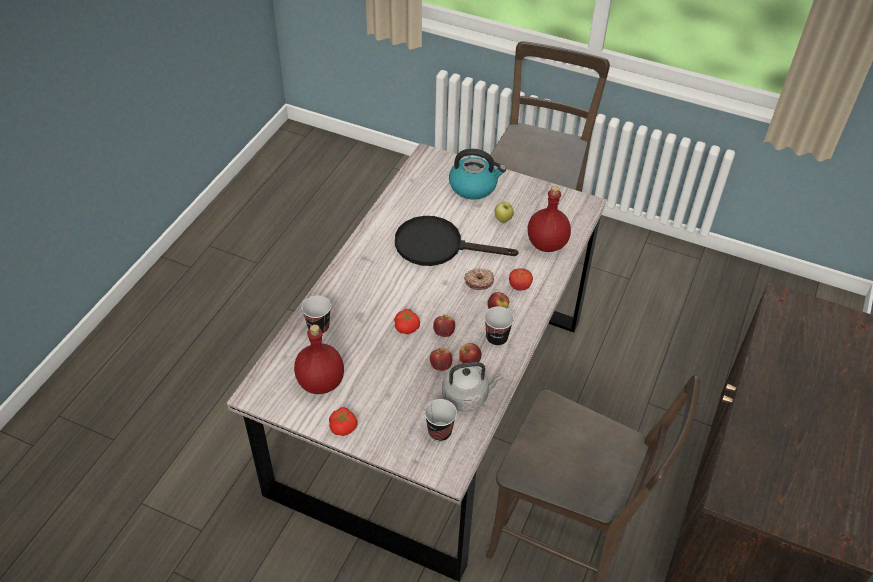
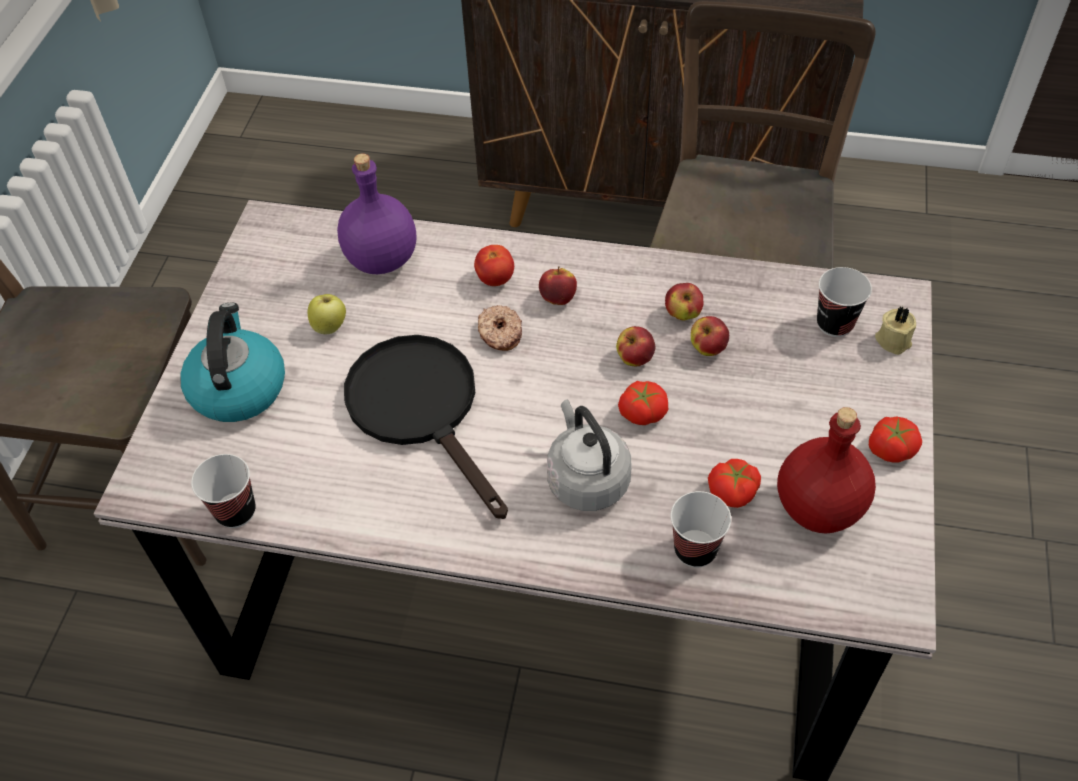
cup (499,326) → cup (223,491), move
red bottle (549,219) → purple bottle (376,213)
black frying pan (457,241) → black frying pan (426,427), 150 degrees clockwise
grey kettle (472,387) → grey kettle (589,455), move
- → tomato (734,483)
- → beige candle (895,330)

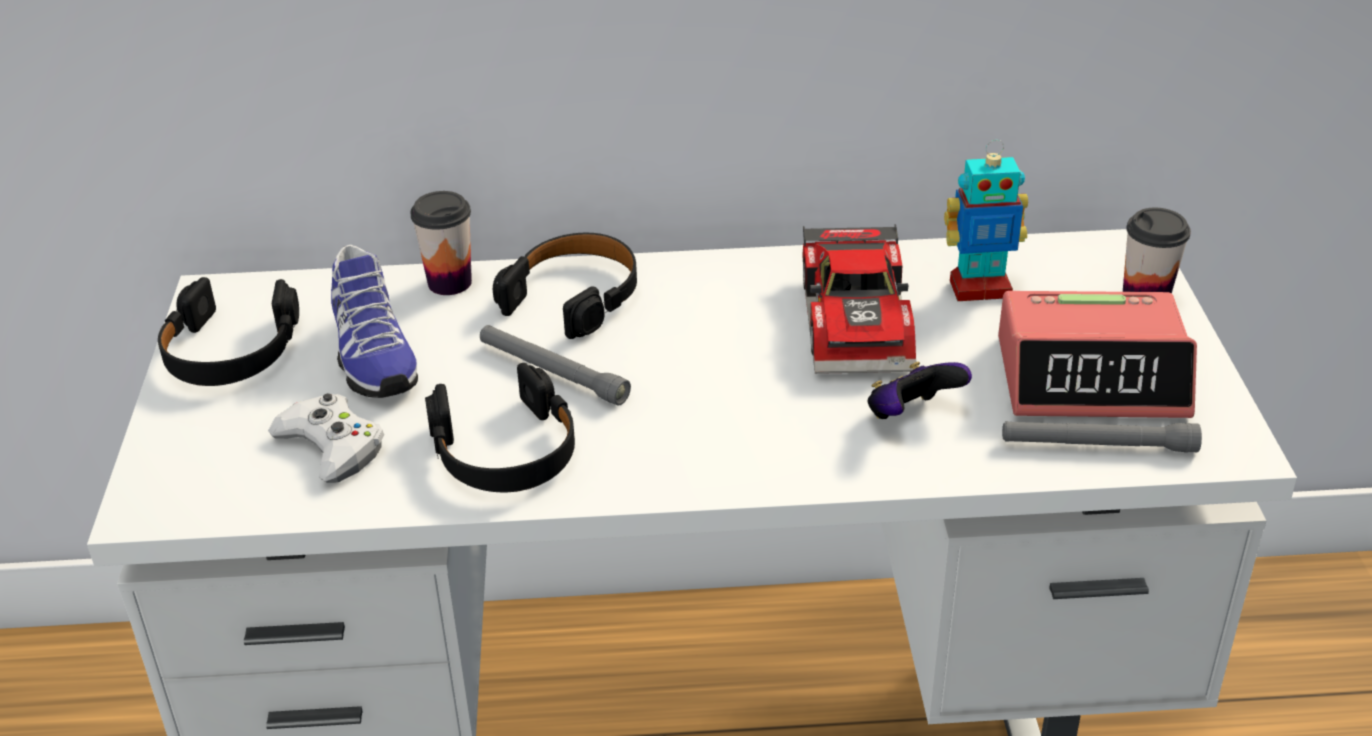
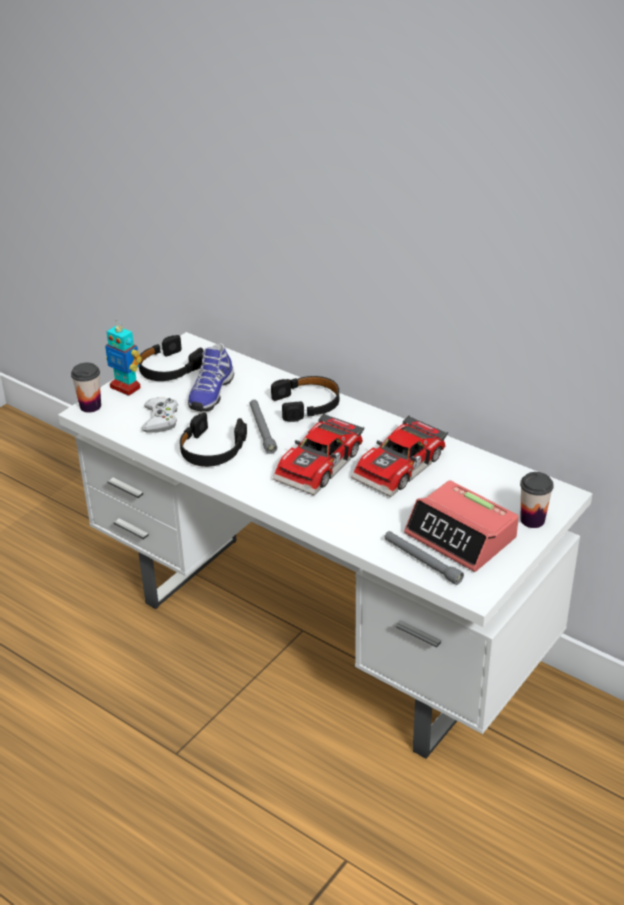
cup (441,243) → cup (86,388), move
toy robot (986,220) → toy robot (123,358), move
- → toy car (318,454)
game controller (920,390) → -

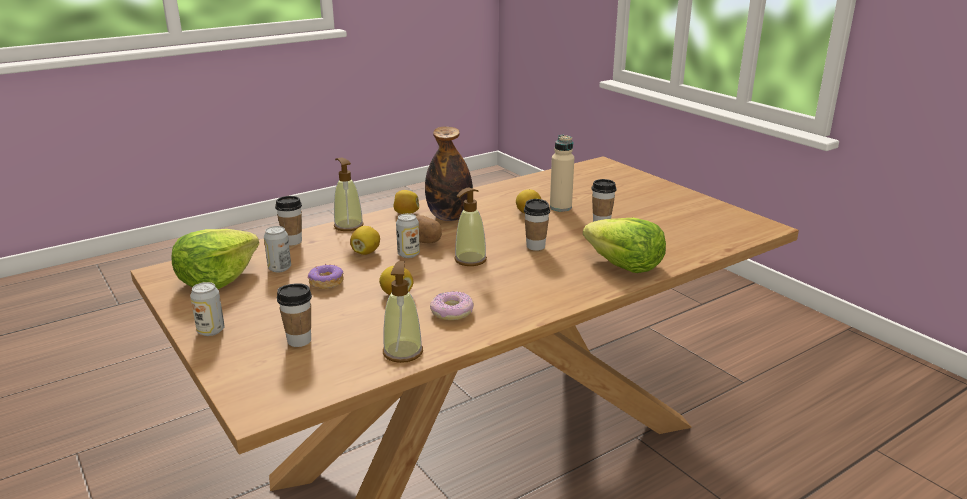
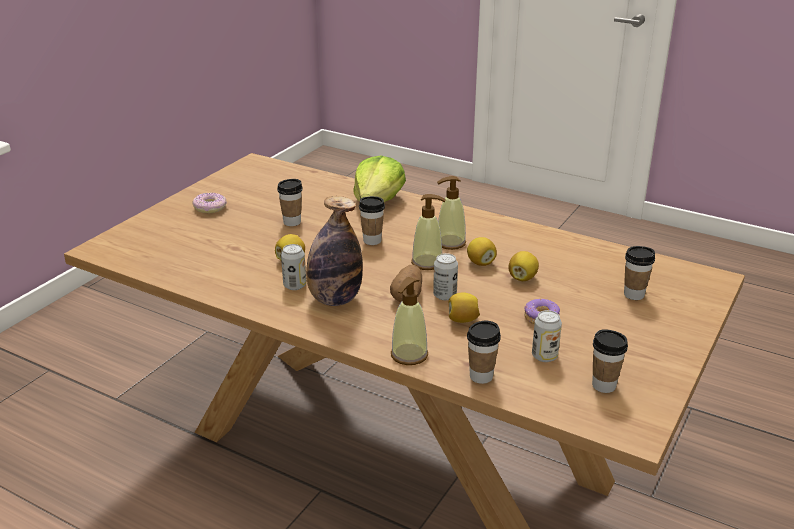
donut (452,305) → donut (209,203), move
can (207,309) → can (293,267), move
soap dispenser (403,312) → soap dispenser (451,213), move
lemon (406,202) → lemon (482,251), move
lettuce (215,259) → cup (610,361)
beige bottle (562,173) → -

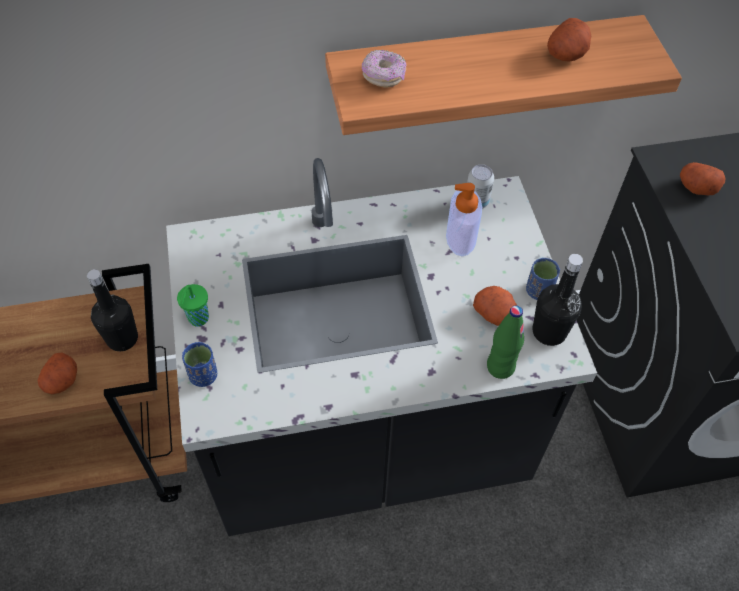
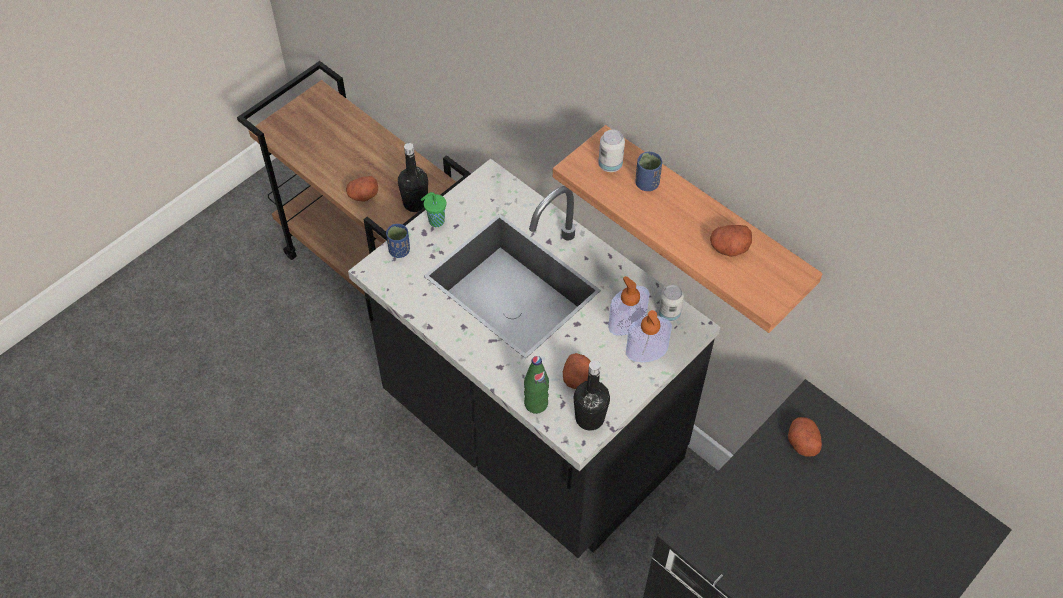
donut (384,69) → can (611,151)
- → soap dispenser (649,336)
blue cup (543,279) → blue cup (648,171), move

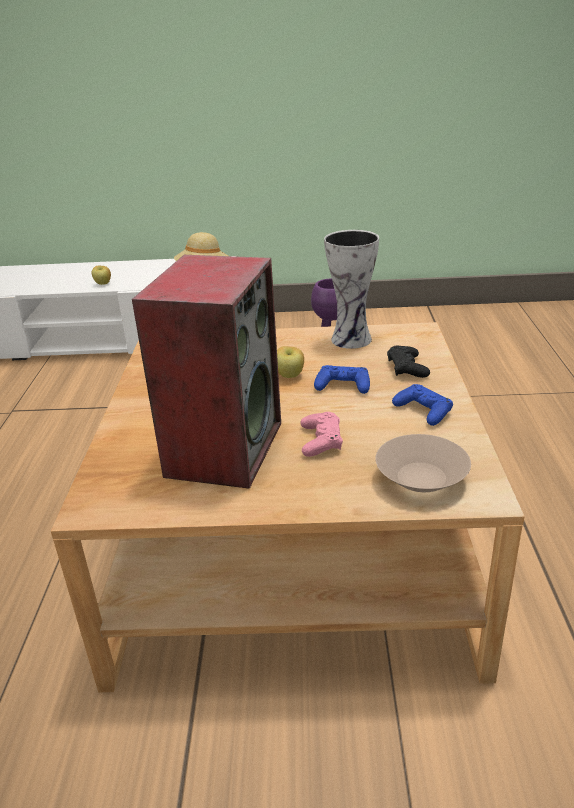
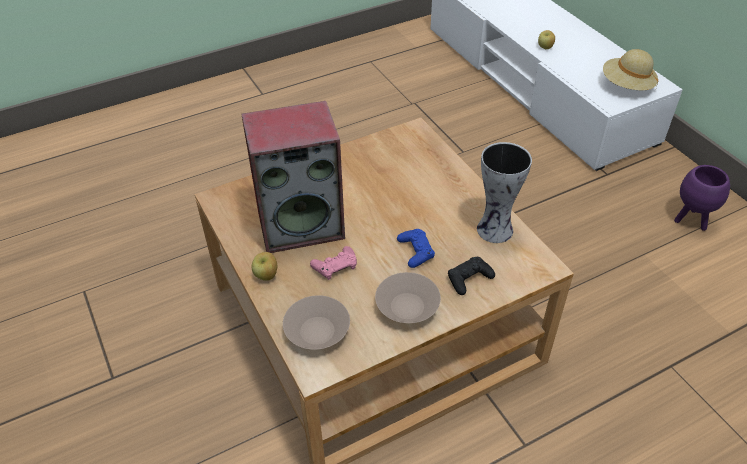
apple (290,362) → apple (264,266), move
blue game controller (422,405) → beige bowl (408,297)

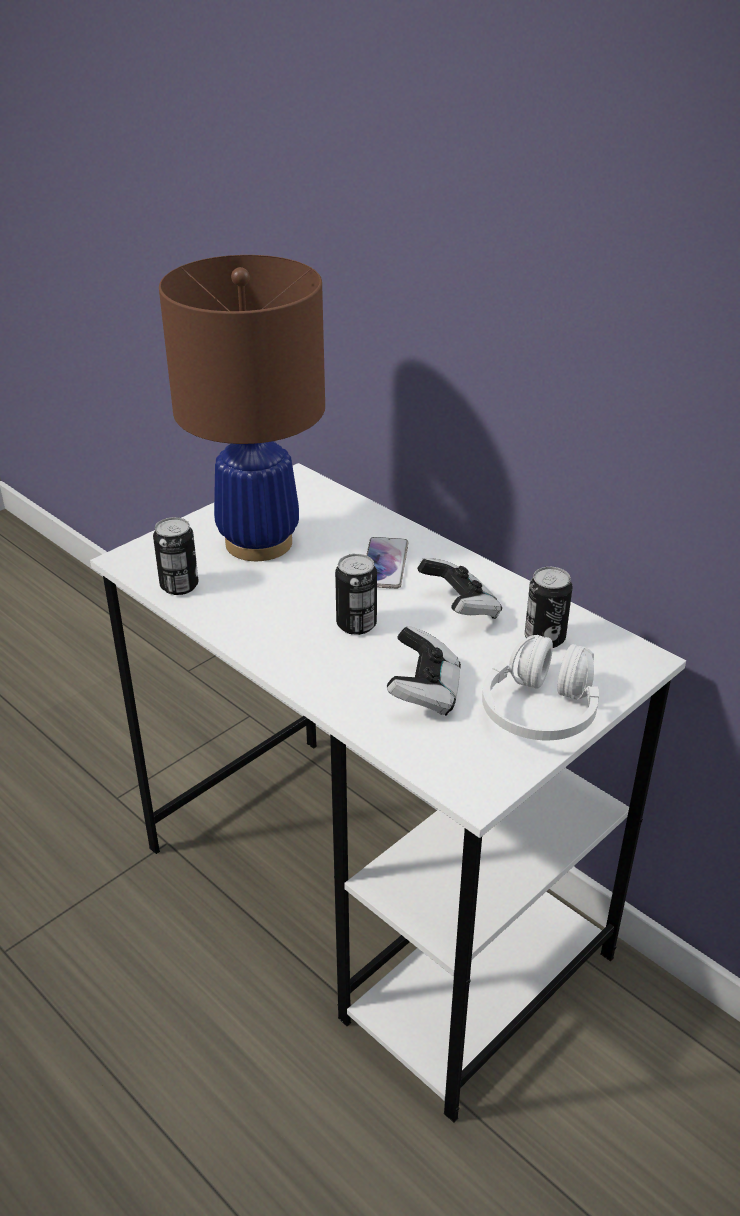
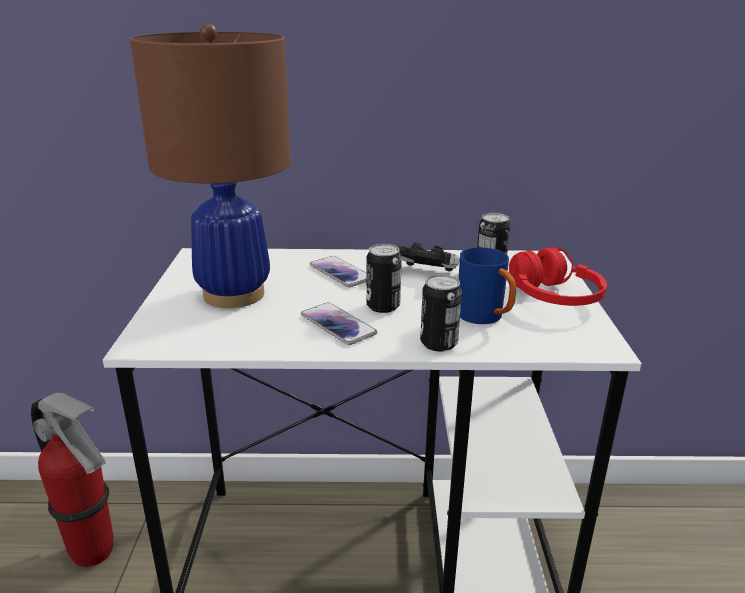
- → fire extinguisher (72,480)
- → phone (339,323)
can (176,556) → can (441,313), move
game controller (424,671) → blue mug (487,285)
white headphones (540,687) → red headphones (558,276)

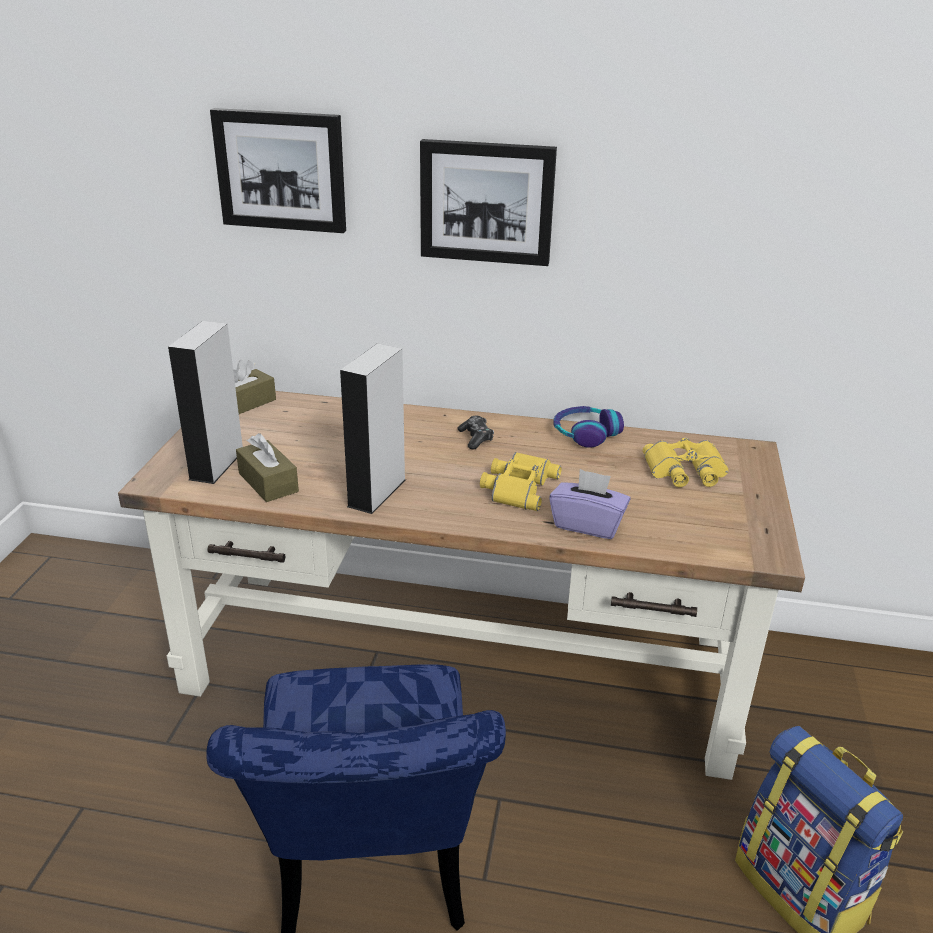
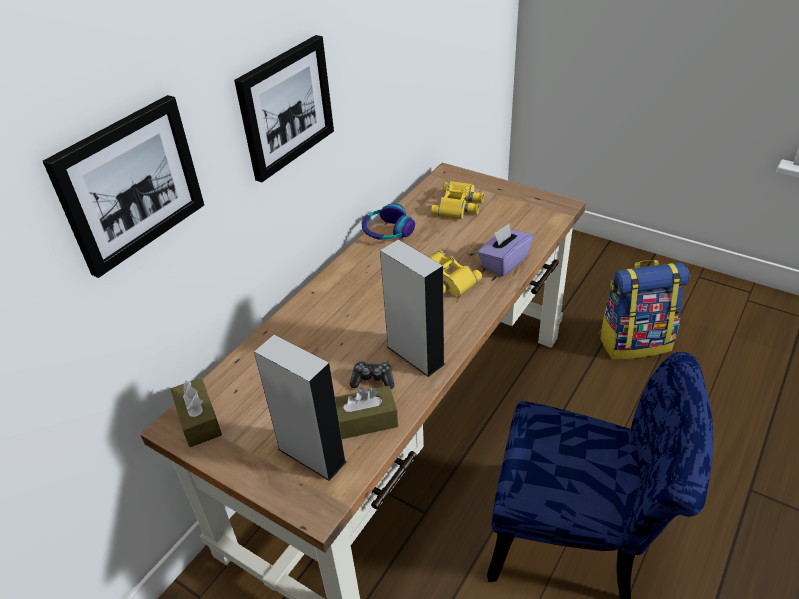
game controller (476,433) → game controller (372,375), move

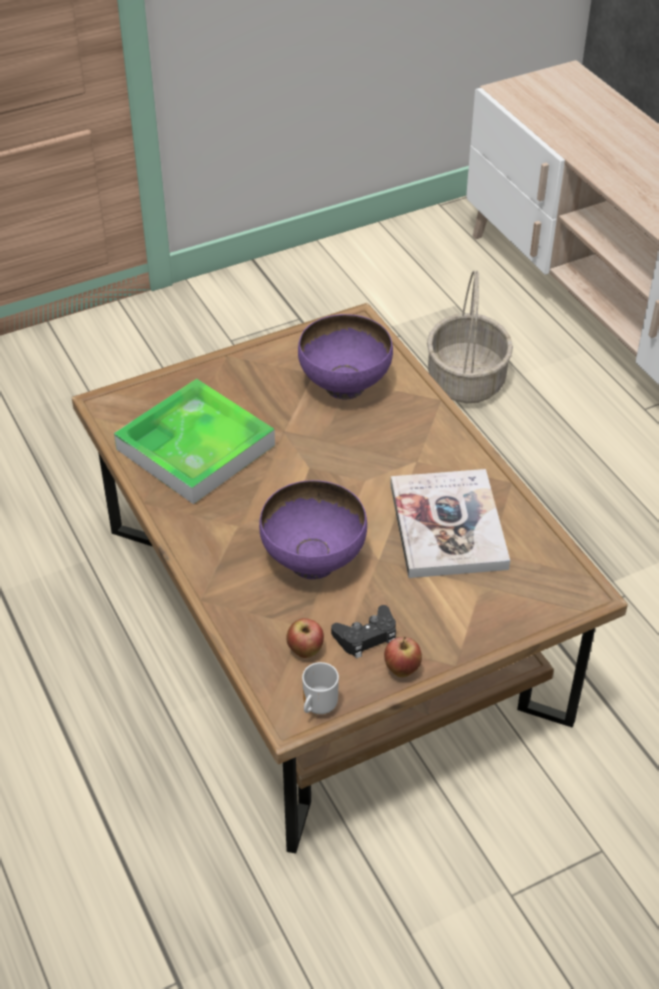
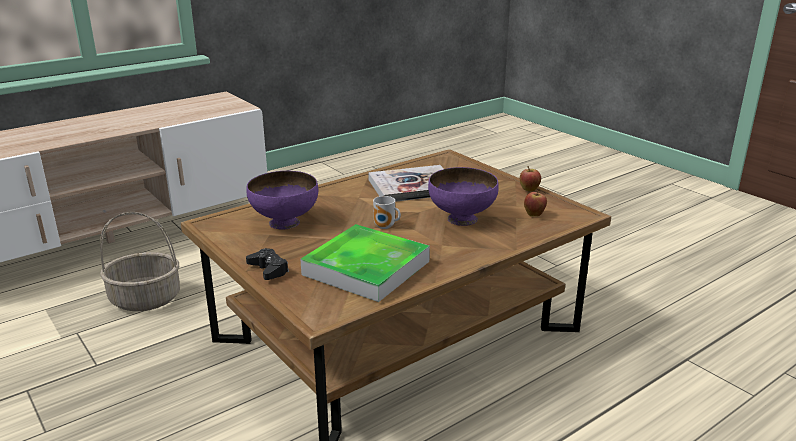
black game controller (363,632) → black game controller (267,264), move
mug (320,688) → mug (387,212), move

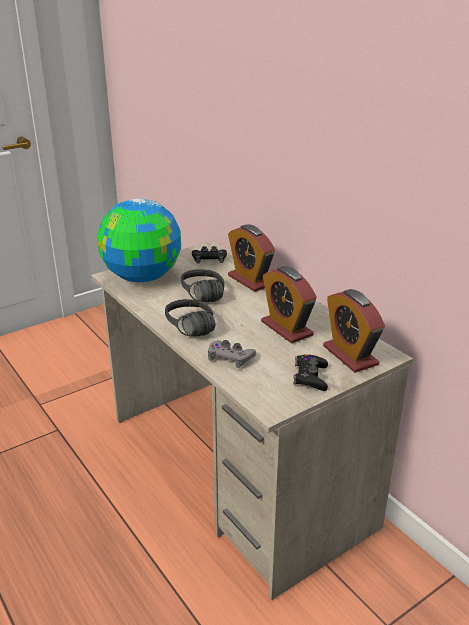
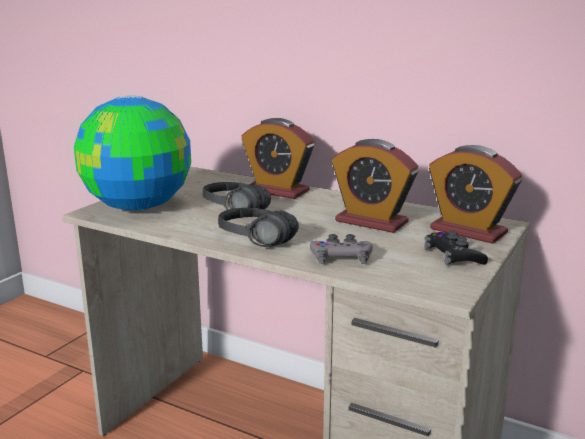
black game controller (209,255) → -

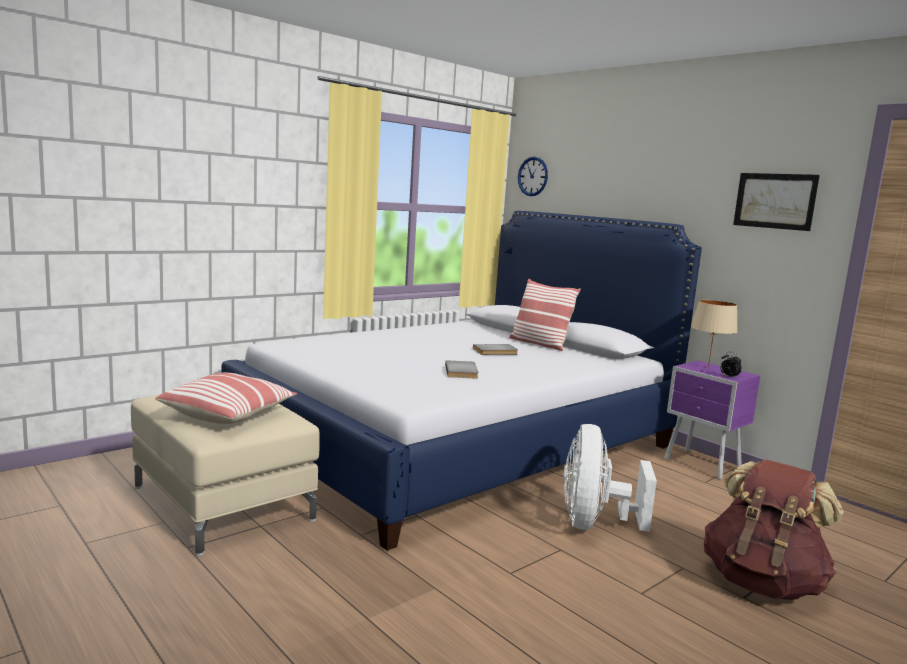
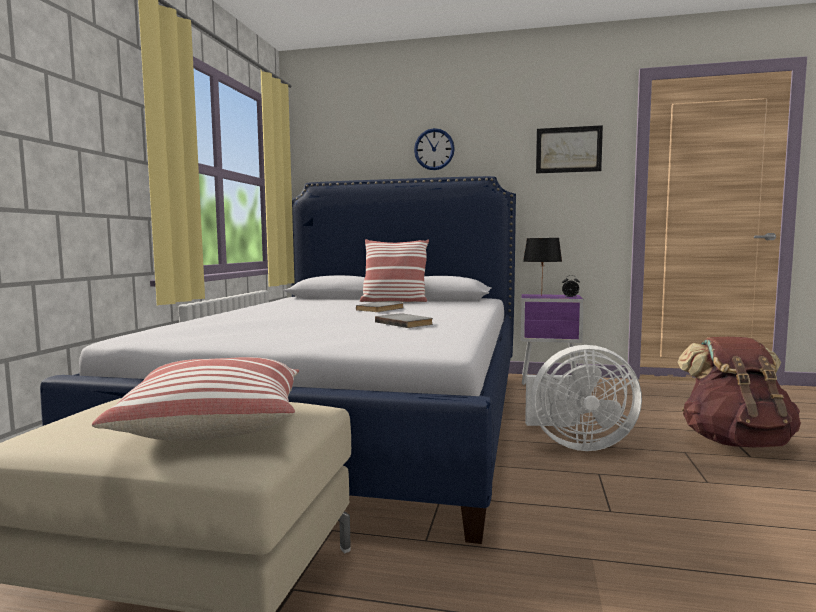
wall clock (533,176) → wall clock (434,149), move
beige table lamp (714,334) → black table lamp (542,267)
white fan (610,478) → white fan (583,398), 60 degrees counterclockwise

